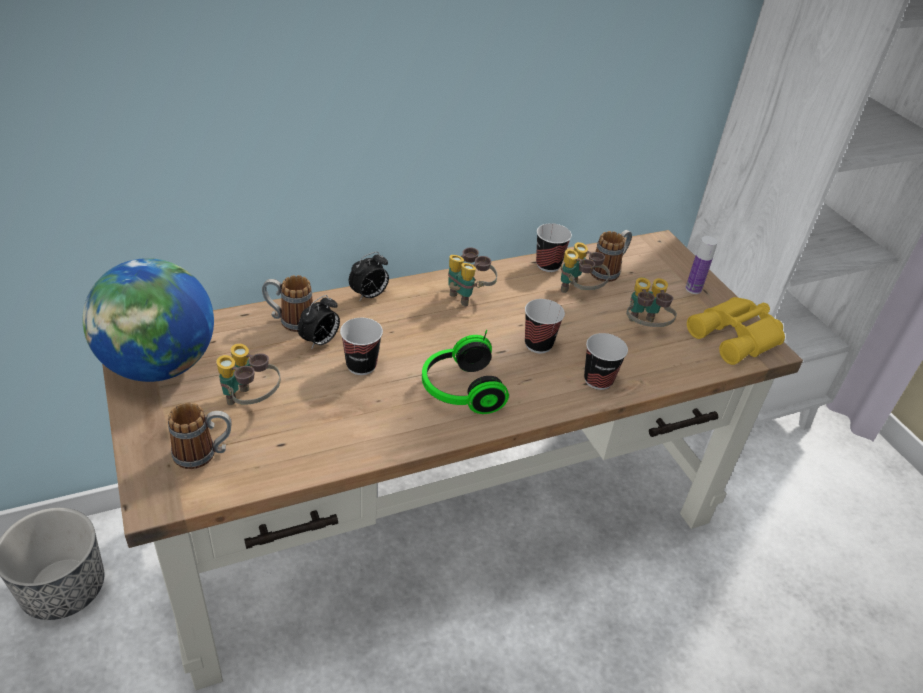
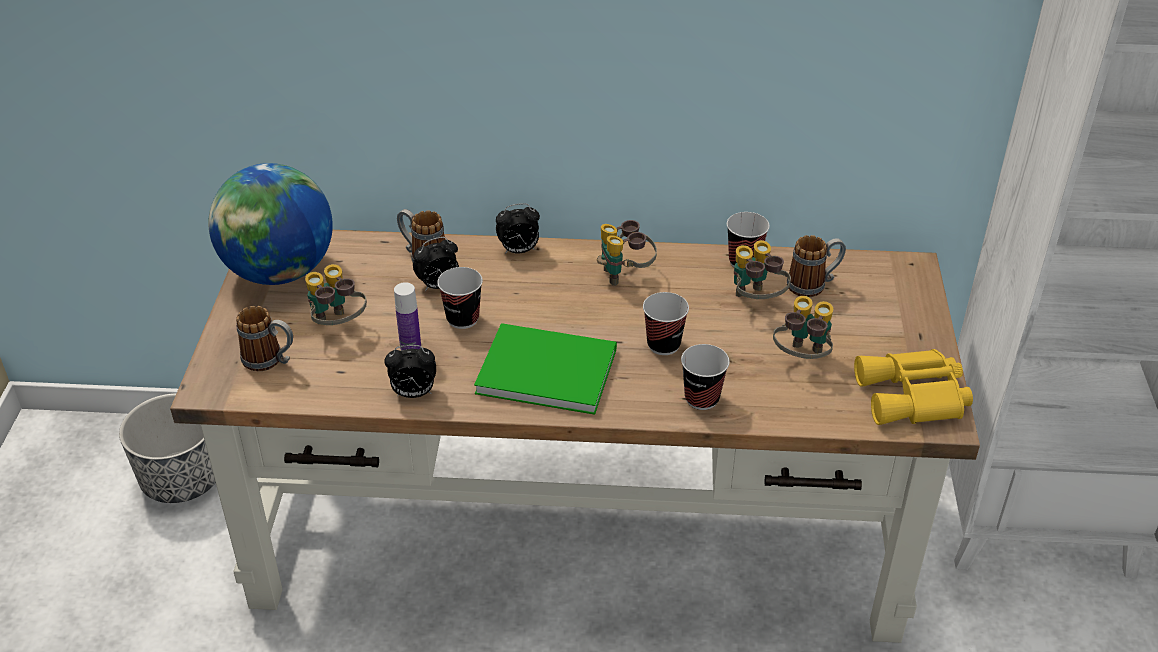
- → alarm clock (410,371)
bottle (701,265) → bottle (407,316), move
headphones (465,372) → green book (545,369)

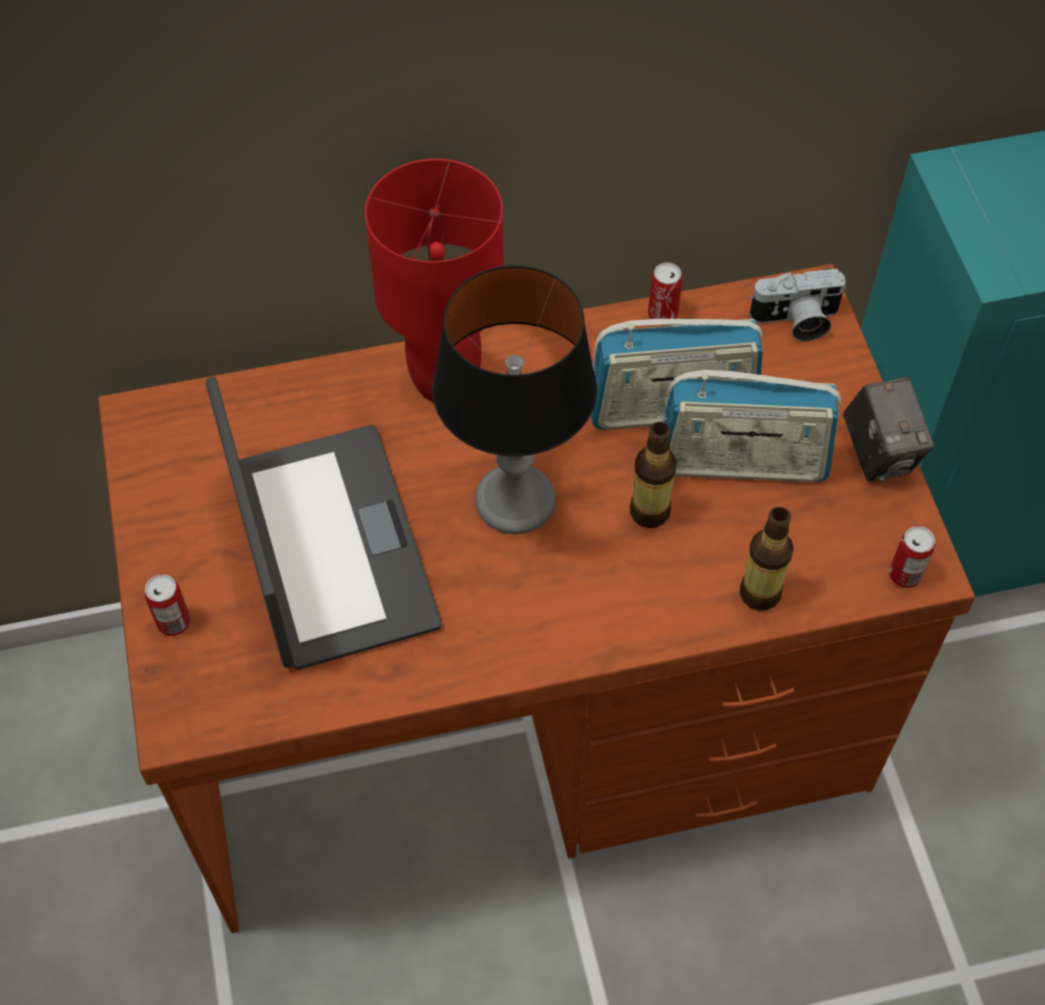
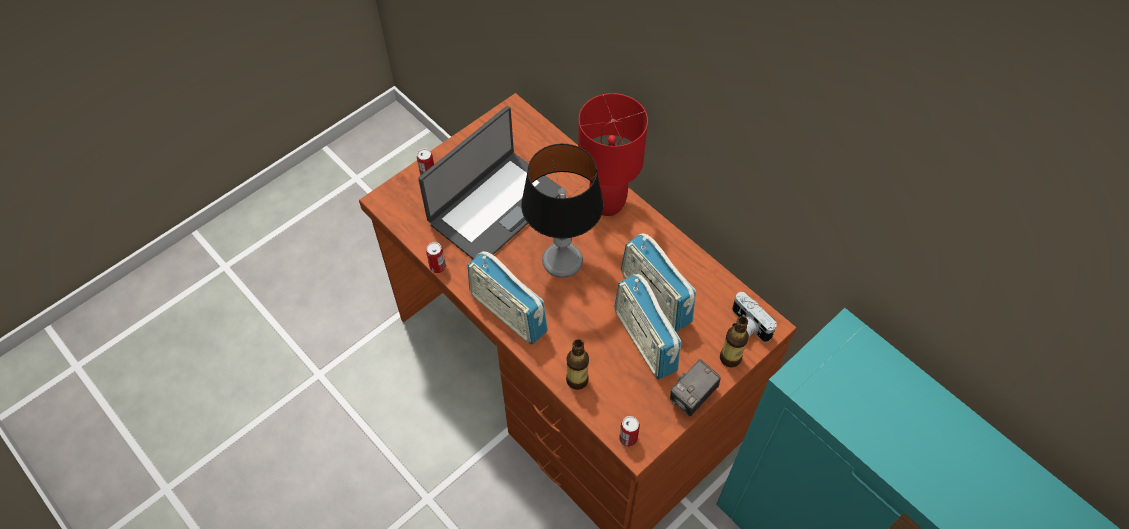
can (665,291) → can (436,257), move
- → radio (508,297)
bottle (653,475) → bottle (734,341), move

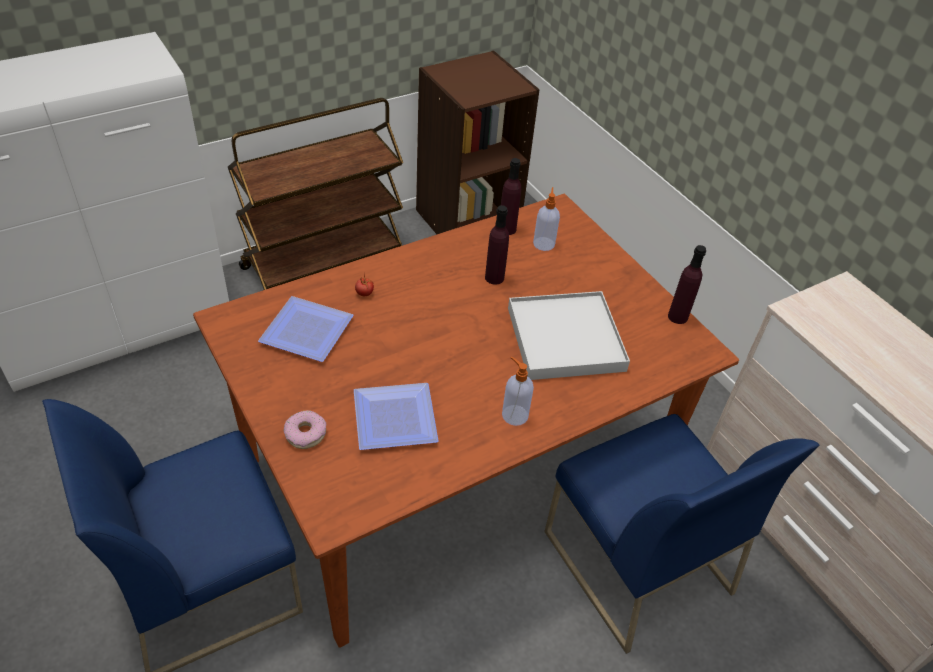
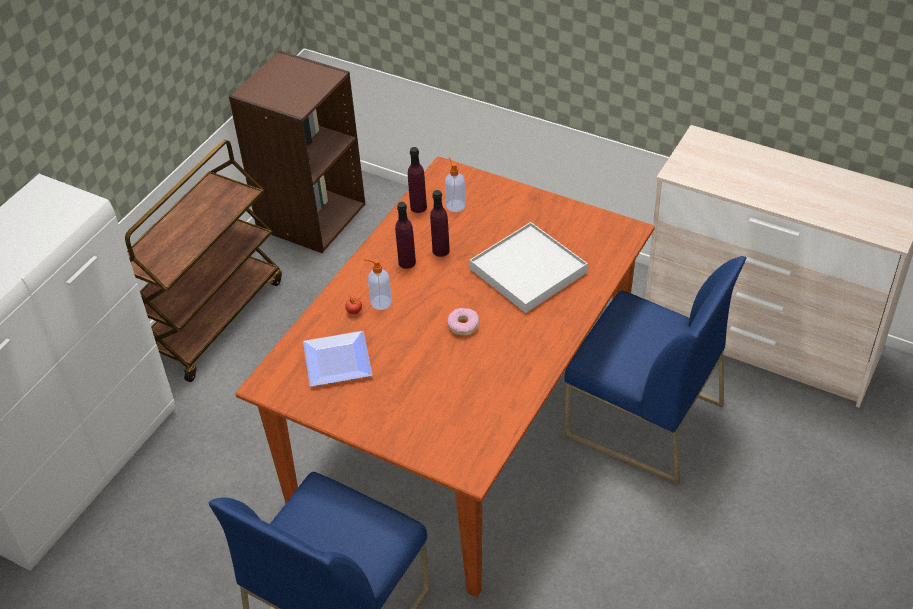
soap dispenser (518,391) → soap dispenser (378,284), move
purple bottle (687,284) → purple bottle (405,235), move
donut (305,429) → donut (463,322), move
plate (396,416) → -

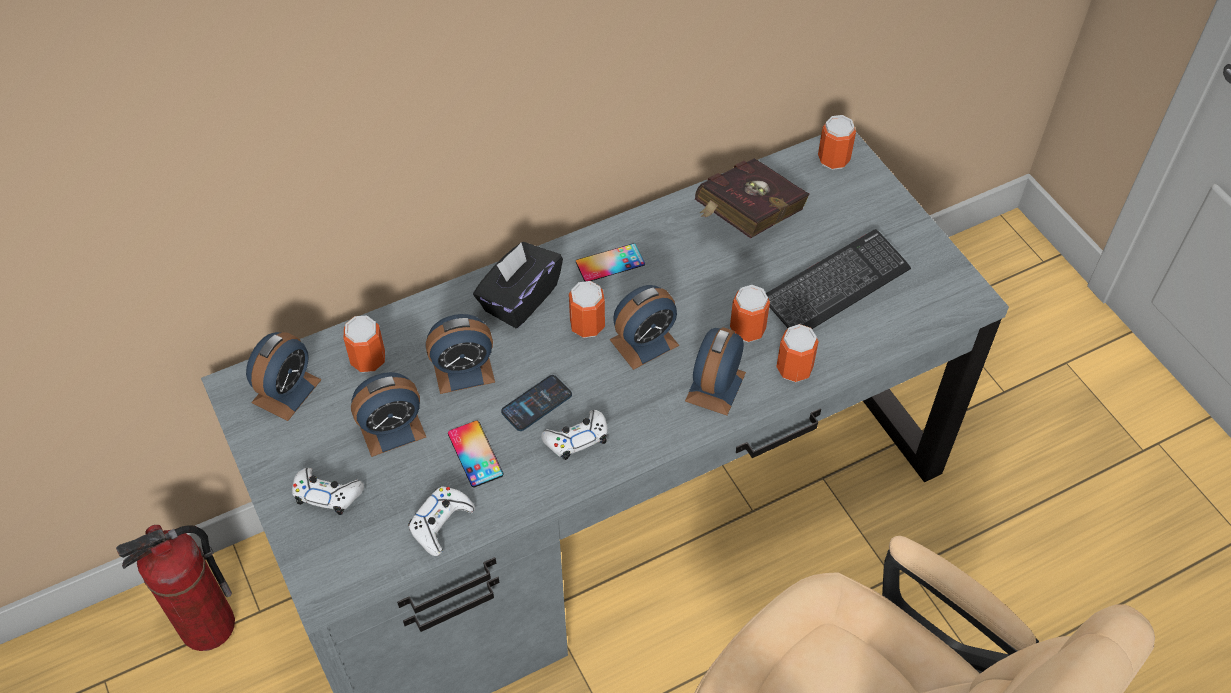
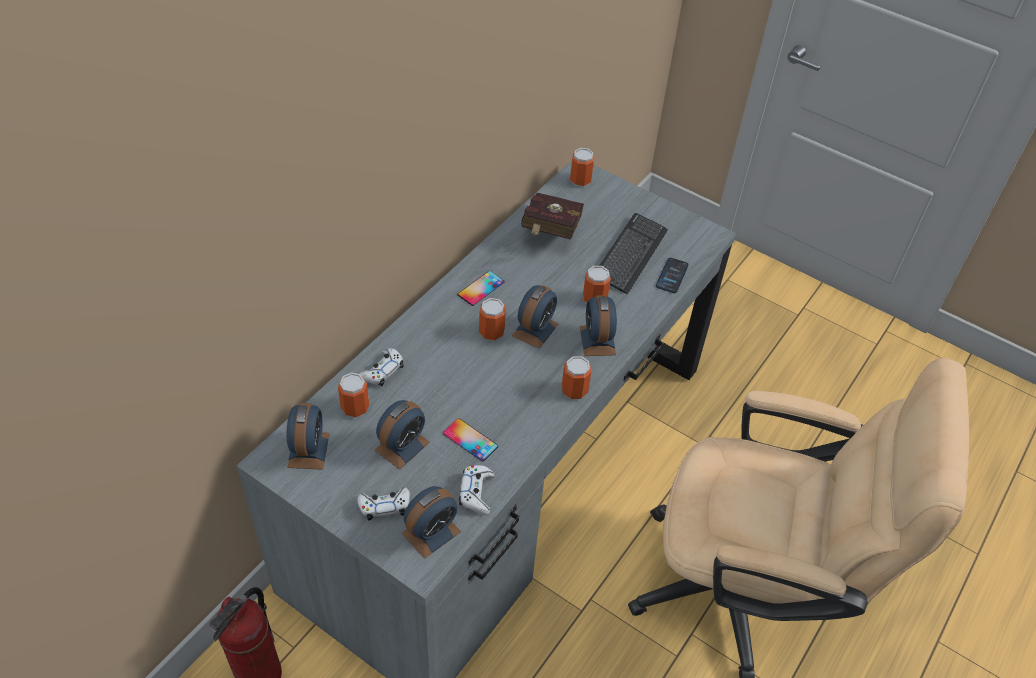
white game controller (574,435) → white game controller (381,367), move
alarm clock (460,354) → alarm clock (431,522), move
can (797,353) → can (576,378), move
phone (536,403) → phone (672,275), move
black tissue box (518,285) → -

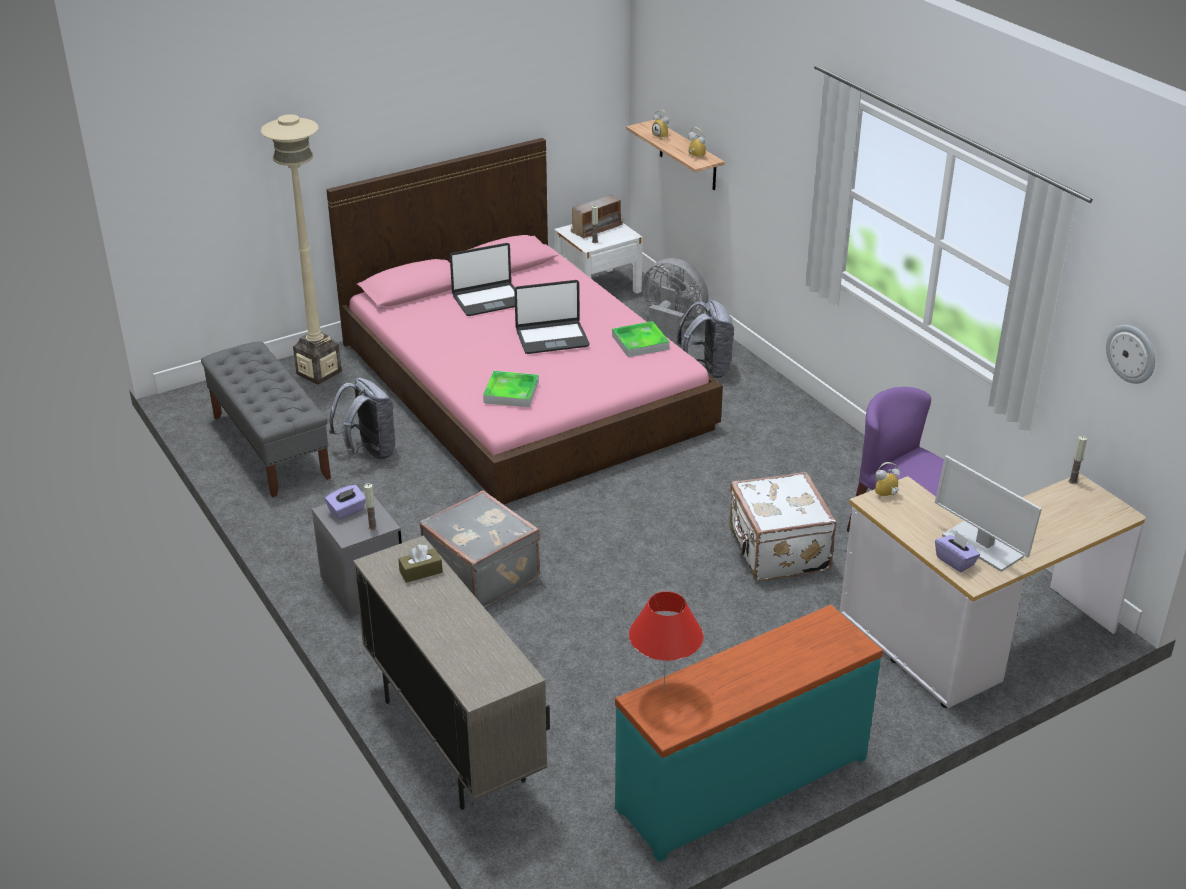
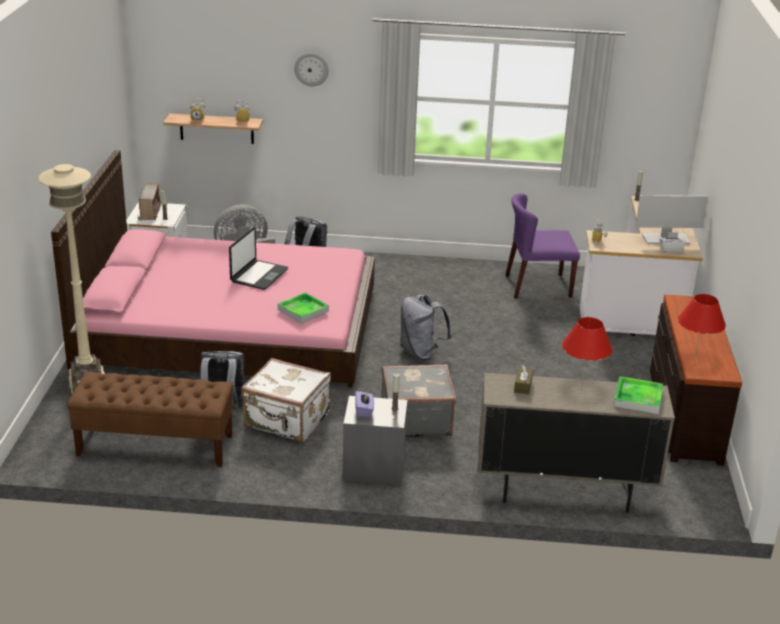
grey bench (266,419) → brown bench (150,419)
white suitcase (782,526) → white suitcase (286,400), move
wall clock (1130,354) → wall clock (311,70), move
- → grey backpack (425,327)
- → red table lamp (587,354)
tray (641,339) → tray (638,395), move
turquoise dresser (749,733) → brown dresser (696,380)
purple tissue box (957,551) → white tissue box (672,242)
laptop (482,279) → -

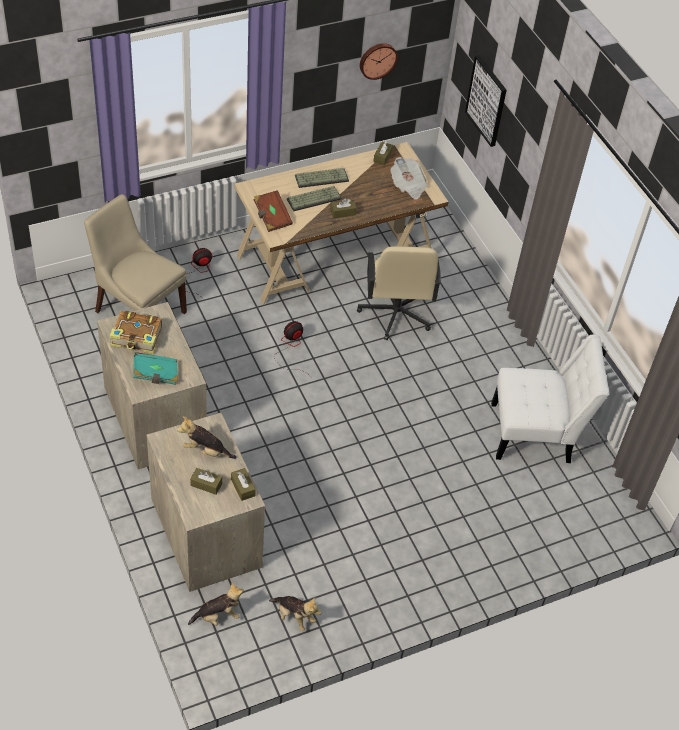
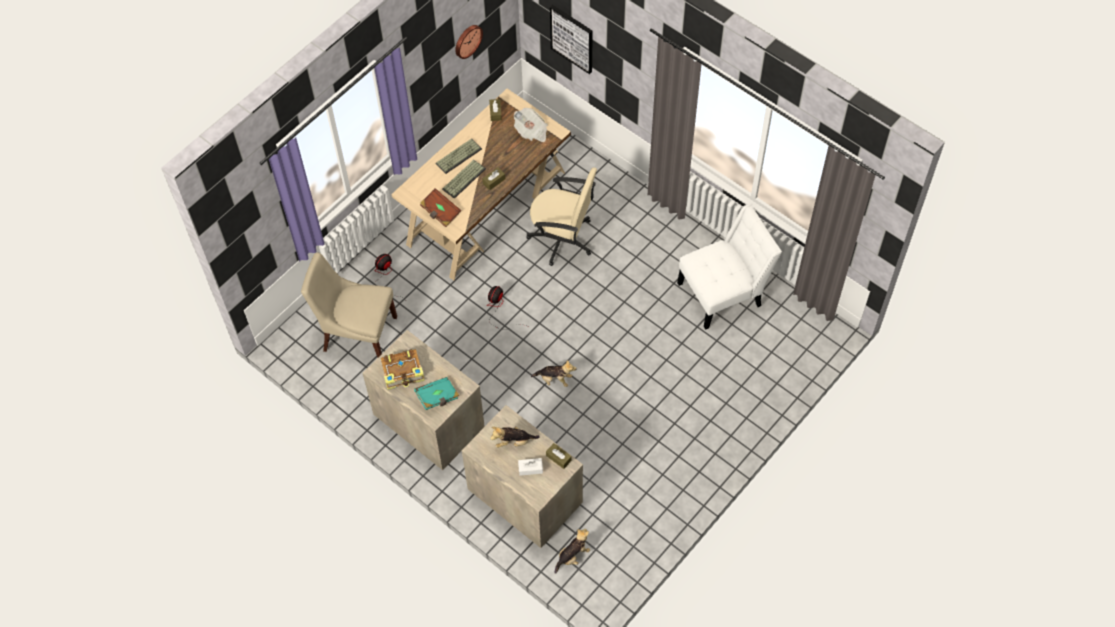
brown tissue box (206,481) → white tissue box (530,467)
beige office chair (399,293) → beige office chair (561,216), 45 degrees counterclockwise
plush toy (295,613) → plush toy (553,373), move

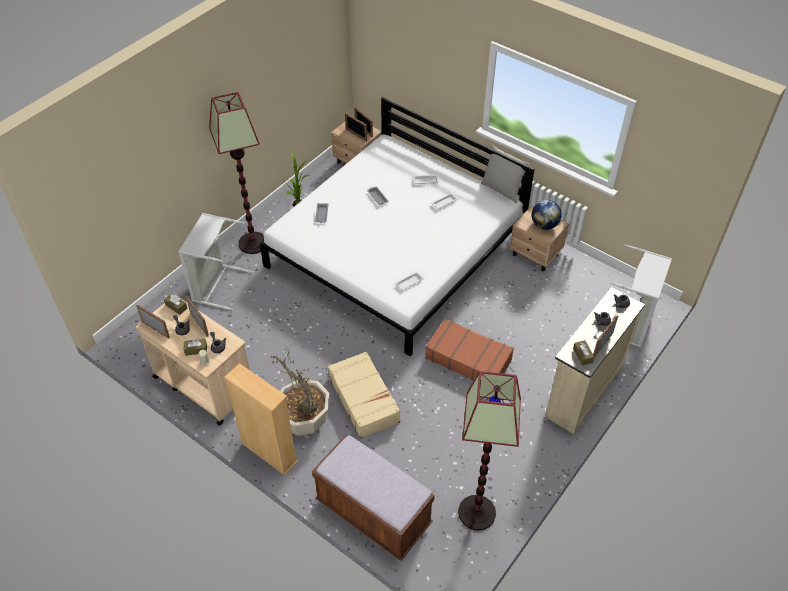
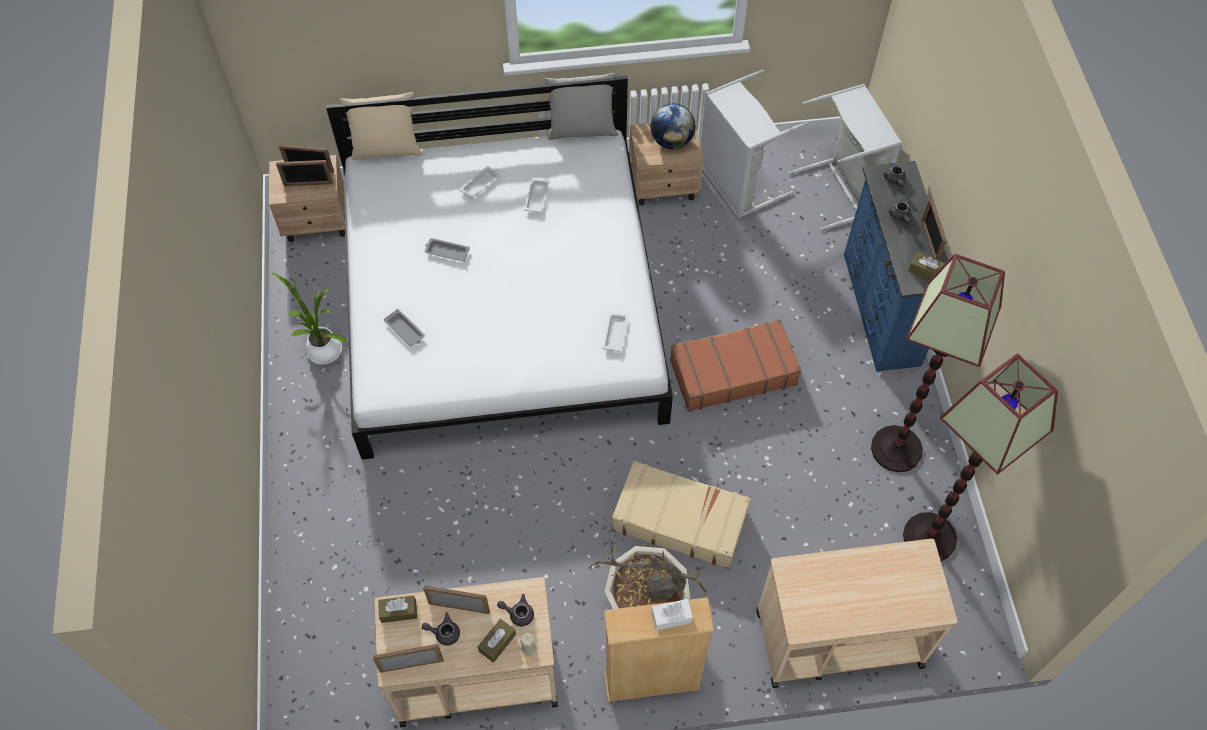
- → beige pillow (381,126)
- → white tissue box (672,614)
grey laundry basket (216,261) → grey laundry basket (754,144), move
brown bench (373,498) → beige cart (857,613)
beige dresser (595,360) → blue dresser (896,266)
floor lamp (236,173) → floor lamp (938,363), move

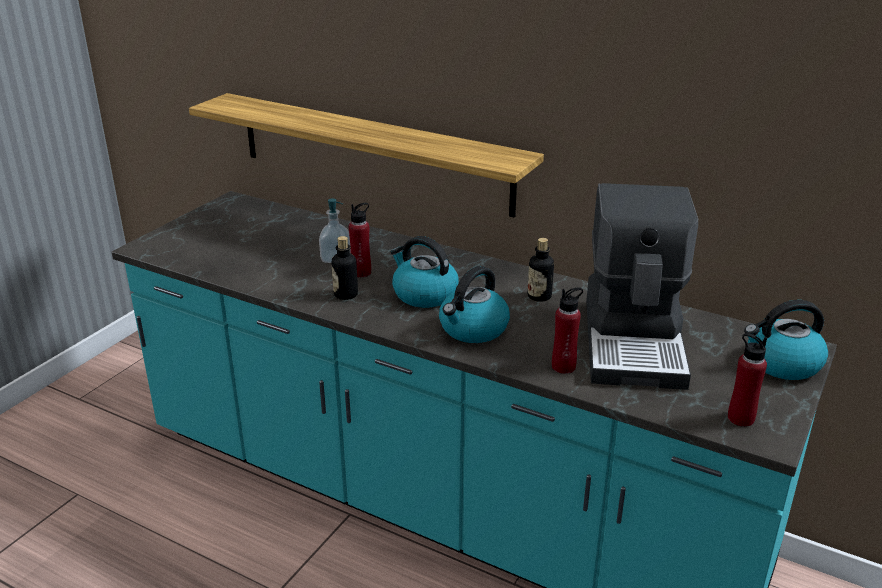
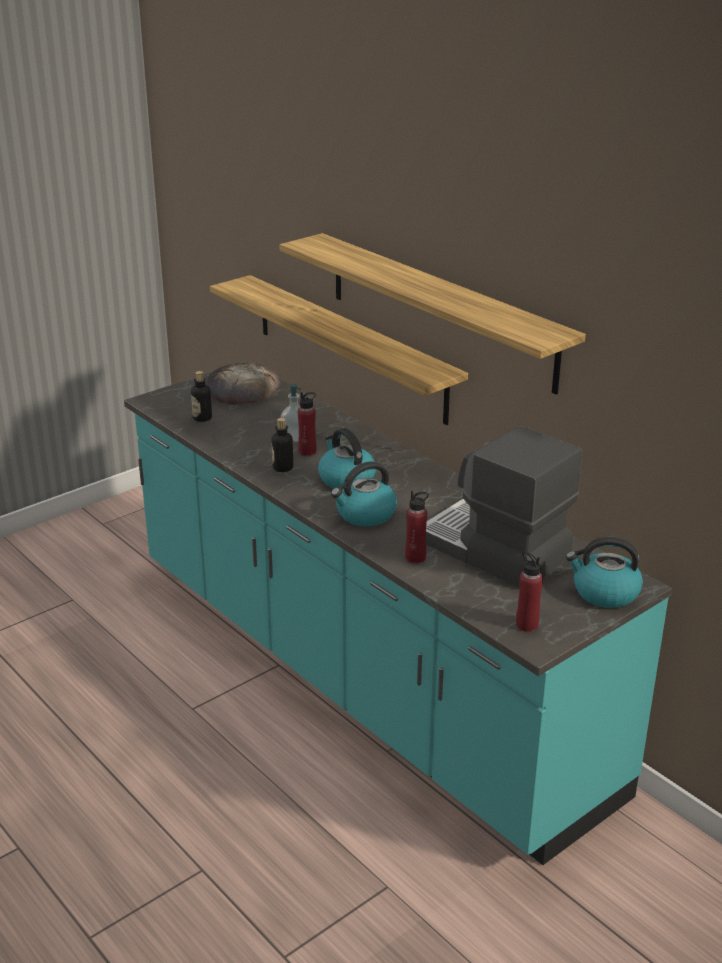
bottle (540,270) → bottle (201,396), move
- → bread (242,384)
- → shelf (433,314)
coffee machine (642,286) → coffee machine (504,506), 105 degrees clockwise

